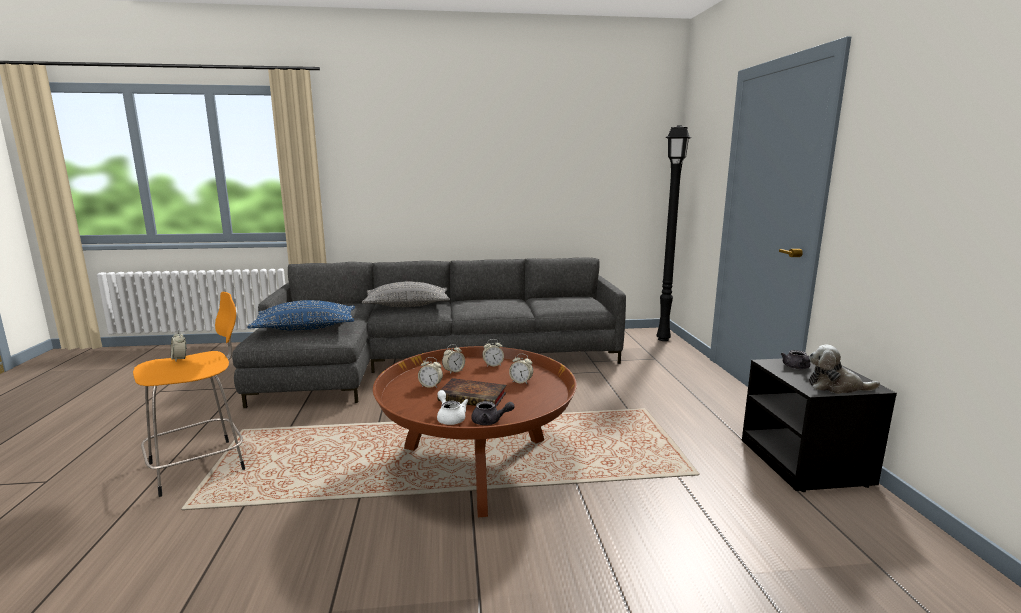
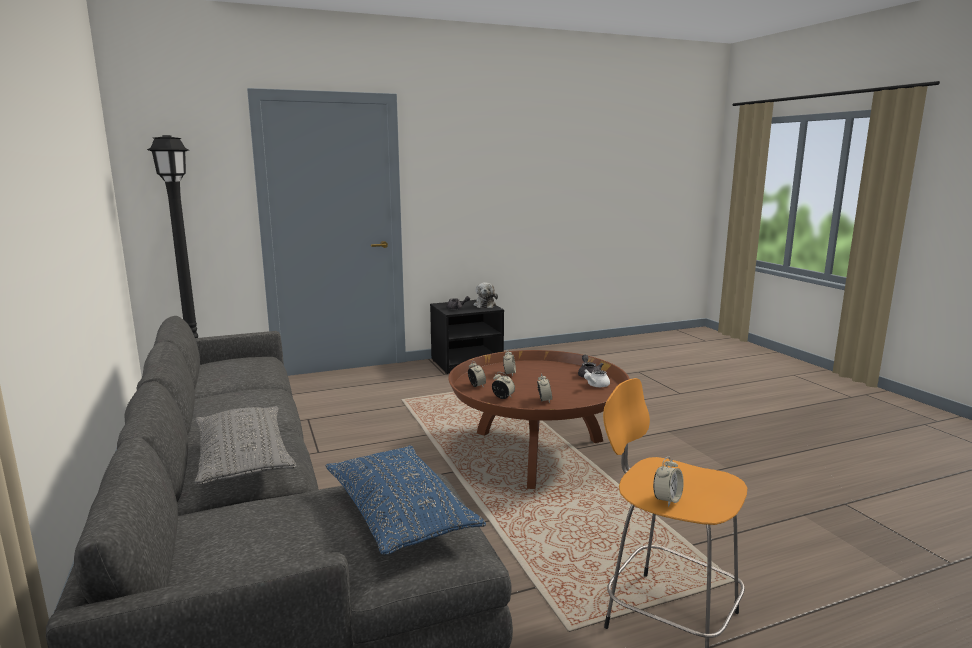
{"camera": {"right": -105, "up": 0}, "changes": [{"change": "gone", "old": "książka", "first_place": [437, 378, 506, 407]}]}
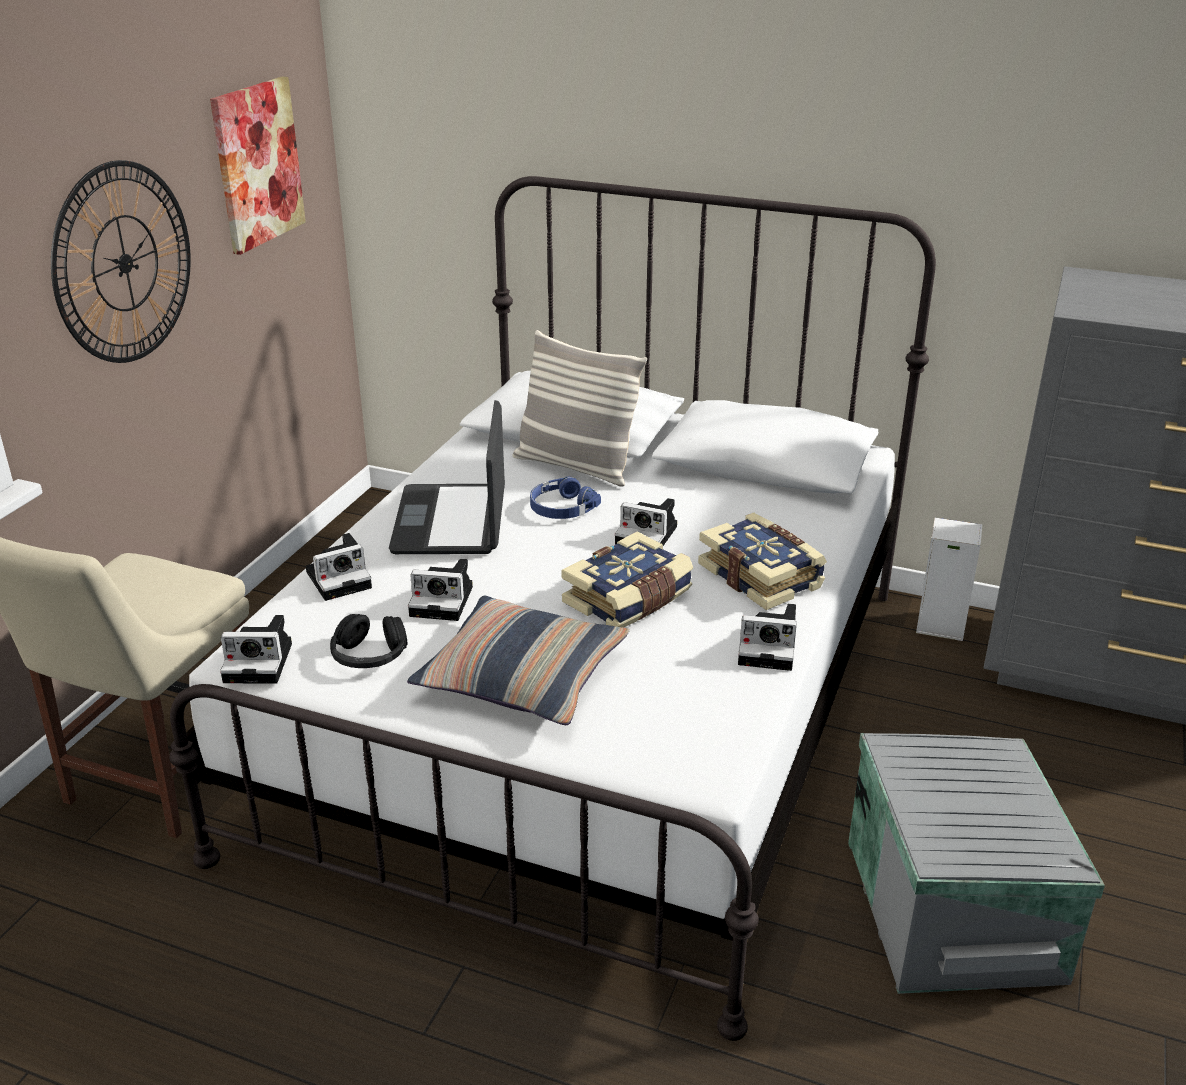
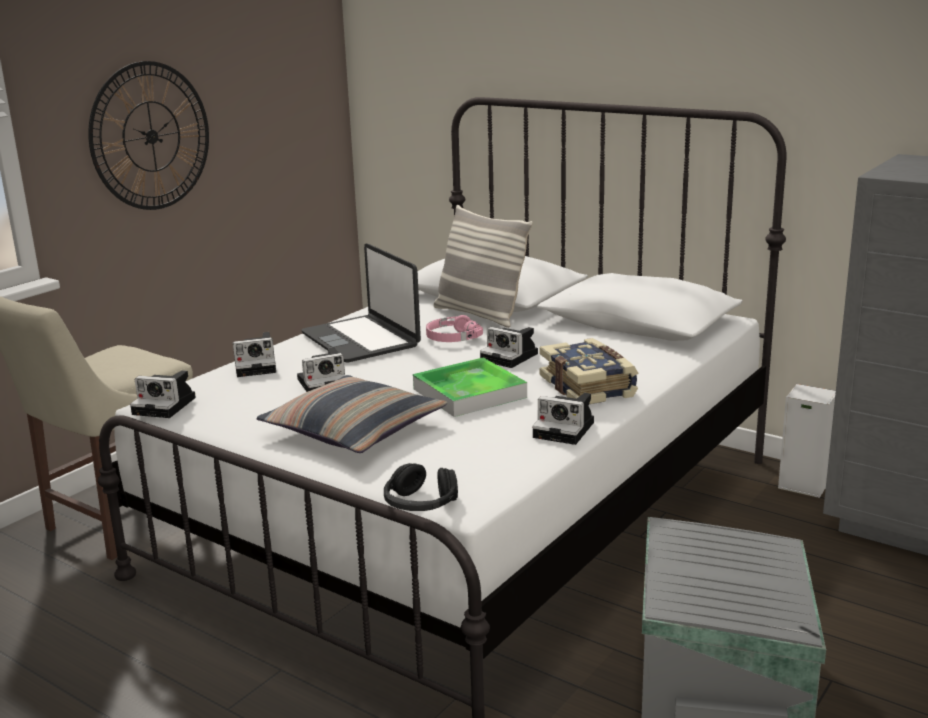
{"camera": {"right": 15, "up": -10}, "changes": [{"change": "gone", "old": "obraz", "first_place": [210, 77, 306, 255]}, {"change": "rotated", "old": "laptop", "first_place": [389, 400, 505, 554], "second_place": [302, 243, 421, 363], "degrees": -45}, {"change": "repainted", "old": "słuchawki/niebieski", "new": "słuchawki/różowy", "first_place": [530, 477, 601, 519], "second_place": [426, 315, 483, 342]}, {"change": "swapped", "old": "książka", "new": "taca", "first_place": [561, 532, 693, 628], "second_place": [413, 358, 527, 417]}, {"change": "rotated", "old": "aparat fotograficzny", "first_place": [408, 559, 473, 621], "second_place": [297, 347, 346, 392], "degrees": -45}, {"change": "shifted", "old": "słuchawki/czarny", "first_place": [330, 614, 407, 668], "second_place": [384, 463, 458, 511]}]}
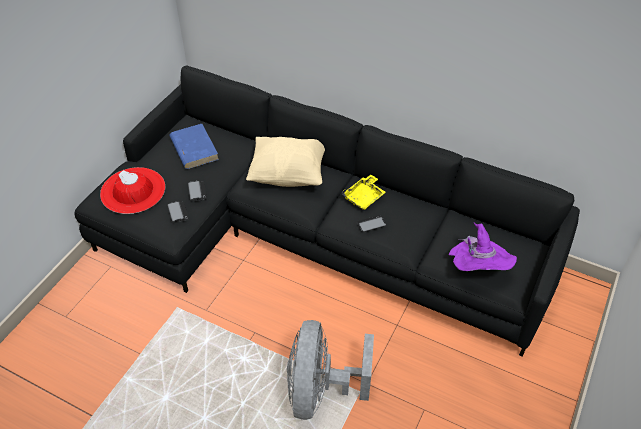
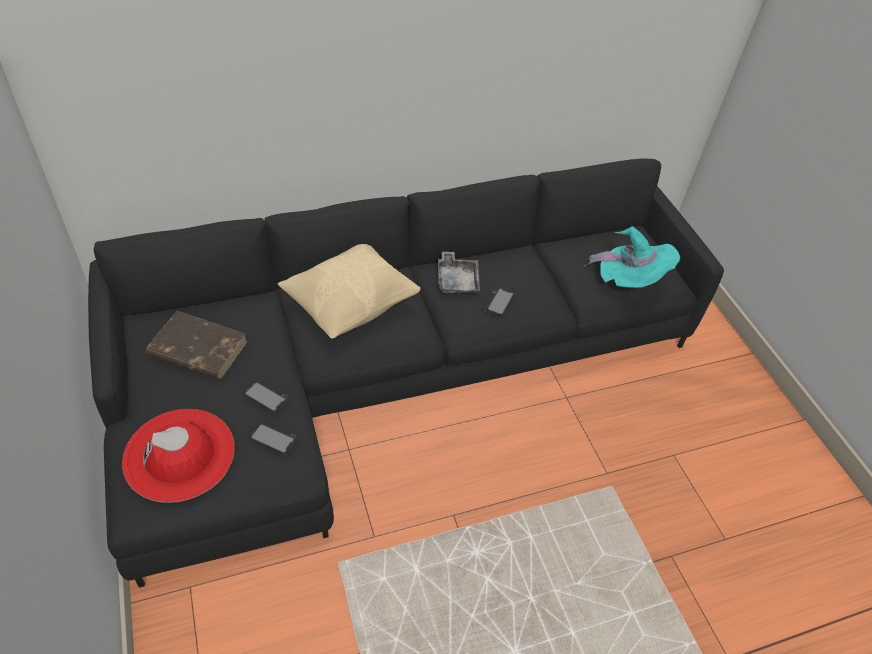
{"camera": {"right": -50, "up": 0}, "changes": [{"change": "repainted", "old": "książka/niebieski", "new": "książka/brązowy", "first_place": [170, 124, 219, 169], "second_place": [146, 311, 248, 379]}, {"change": "repainted", "old": "taca/żółty", "new": "taca/szary", "first_place": [342, 175, 386, 210], "second_place": [438, 252, 480, 294]}, {"change": "repainted", "old": "kapelusz/fioletowy", "new": "kapelusz/turkusowy", "first_place": [449, 223, 517, 271], "second_place": [584, 226, 680, 288]}, {"change": "gone", "old": "wentylator/szary", "first_place": [287, 320, 374, 420]}]}
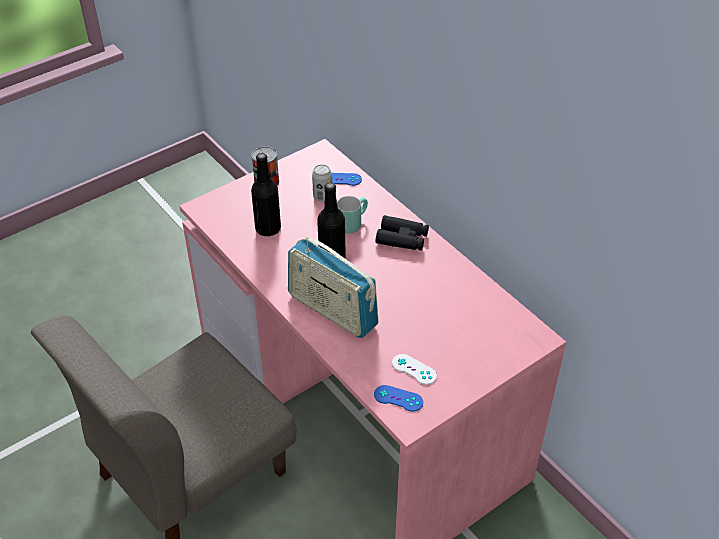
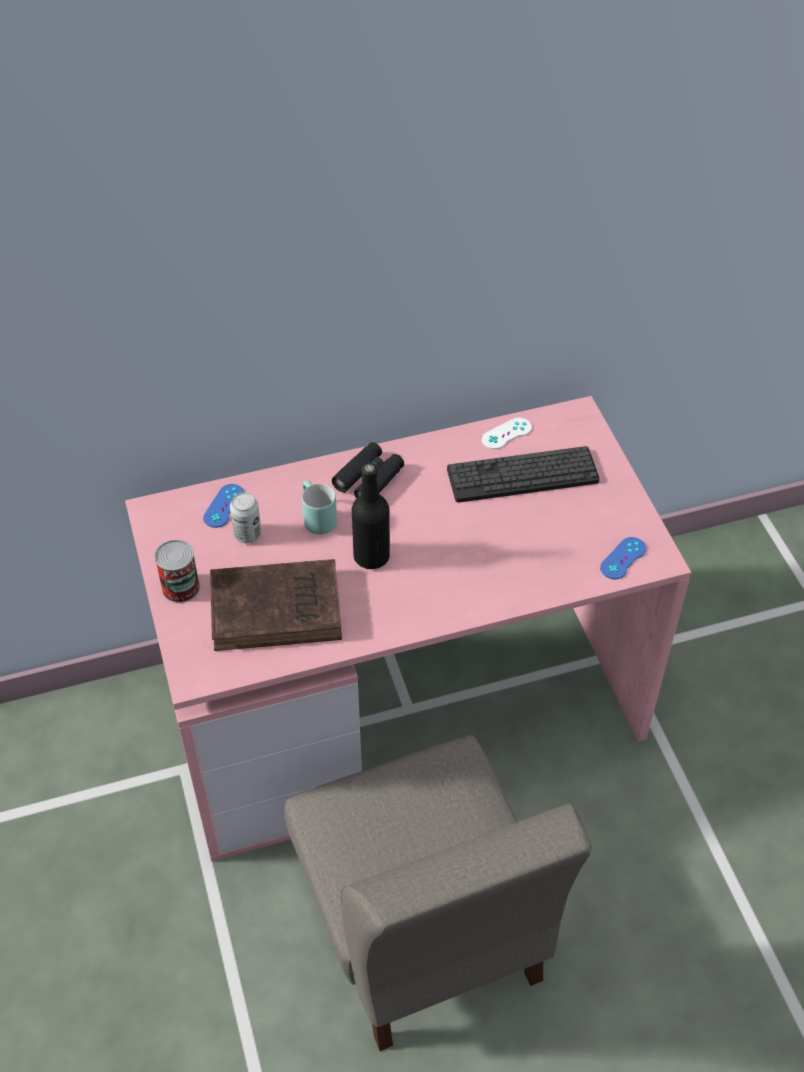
{"camera": {"right": -70, "up": 5}, "changes": [{"change": "swapped", "old": "butelka/czarny", "new": "książka/brązowy", "first_place": [251, 153, 281, 236], "second_place": [210, 559, 342, 651]}, {"change": "gone", "old": "radio", "first_place": [288, 237, 378, 338]}, {"change": "shifted", "old": "pad do gier/biały", "first_place": [392, 354, 437, 385], "second_place": [482, 418, 532, 449]}, {"change": "new", "new": "klawiatura", "second_place": [447, 446, 600, 503]}]}
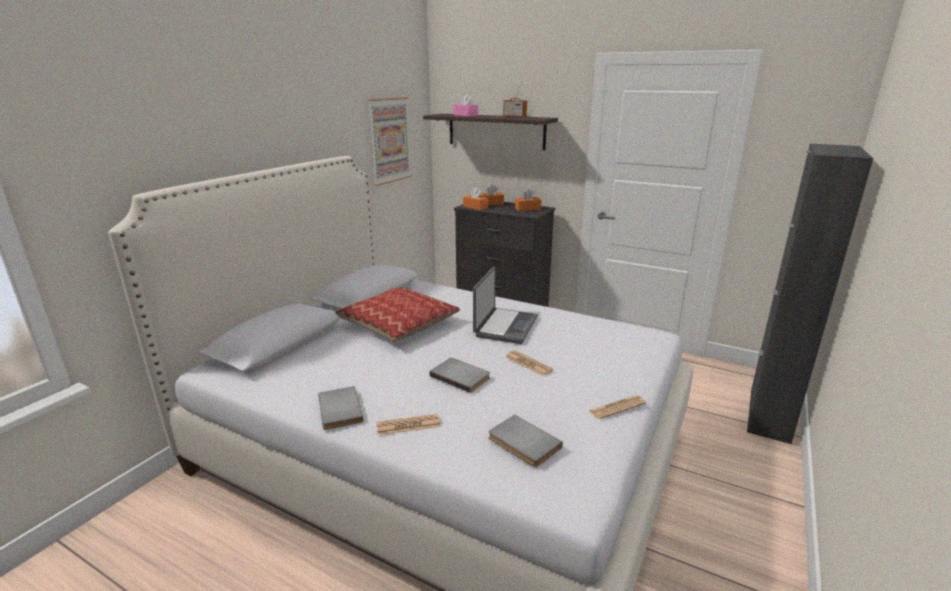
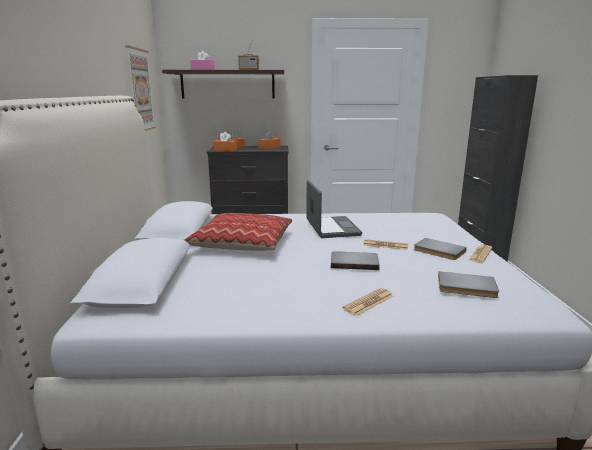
{"camera": {"right": -30, "up": -5}, "changes": [{"change": "shifted", "old": "książka/szary", "first_place": [318, 386, 363, 430], "second_place": [414, 238, 467, 260]}]}
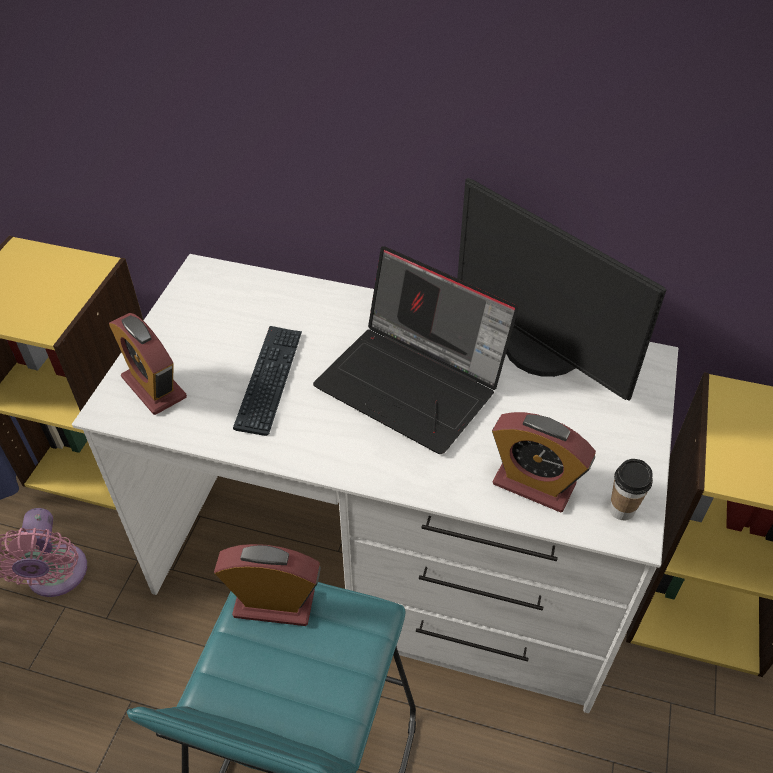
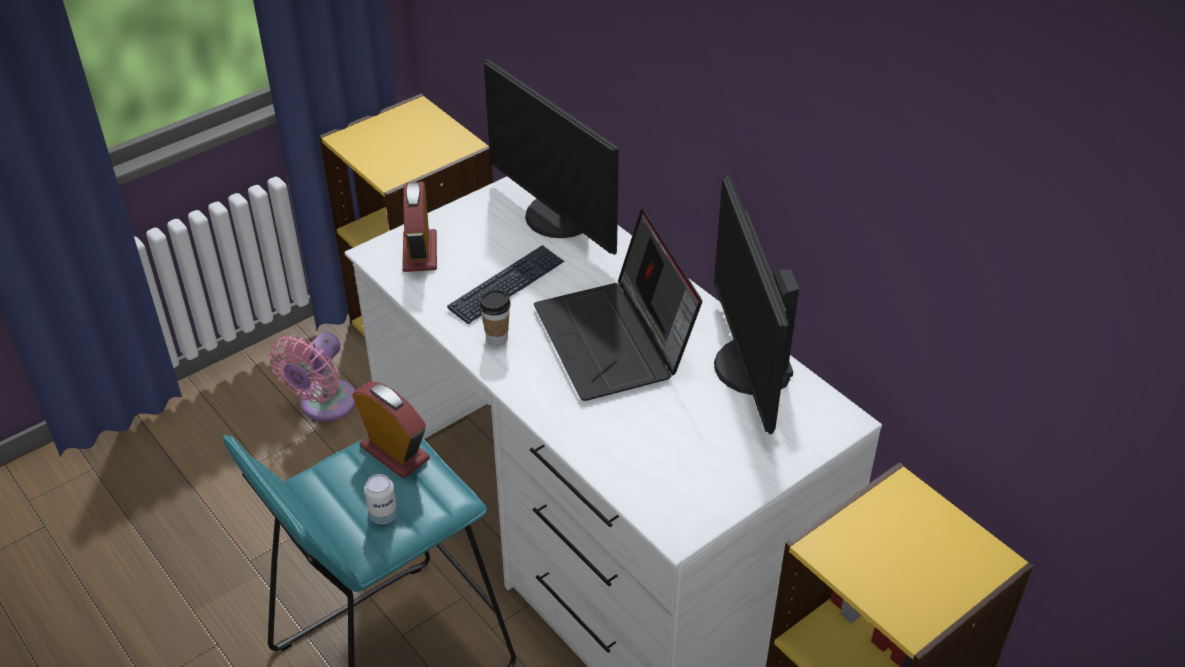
{"camera": {"right": 35, "up": -5}, "changes": [{"change": "gone", "old": "budzik", "first_place": [492, 412, 596, 512]}, {"change": "shifted", "old": "filiżanka", "first_place": [609, 459, 653, 520], "second_place": [479, 289, 510, 346]}, {"change": "new", "new": "monitor", "second_place": [484, 59, 619, 255]}, {"change": "new", "new": "puszka", "second_place": [364, 474, 398, 524]}]}
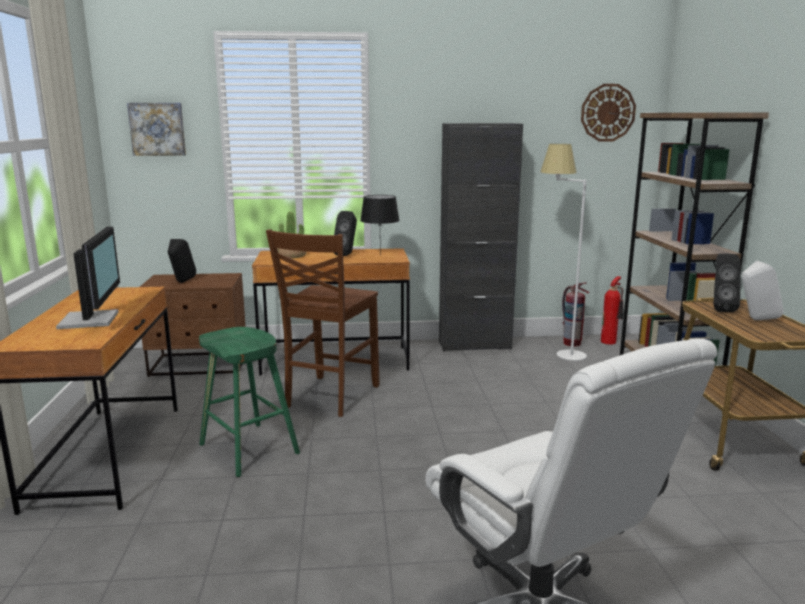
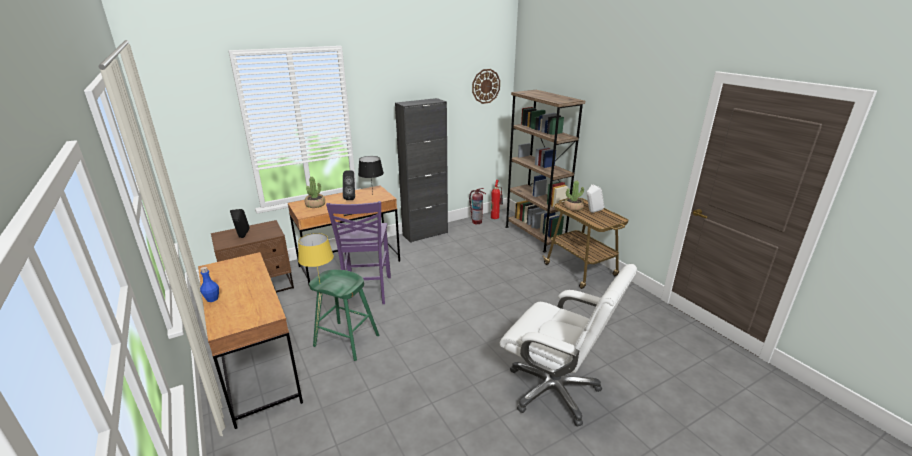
{"camera": {"right": -25, "up": 10}, "changes": [{"change": "gone", "old": "obraz", "first_place": [127, 103, 186, 156]}, {"change": "gone", "old": "lampa stojąca/biały", "first_place": [540, 144, 587, 361]}, {"change": "gone", "old": "monitor", "first_place": [56, 227, 120, 329]}, {"change": "repainted", "old": "krzesło/brązowy", "new": "krzesło/fioletowy", "first_place": [266, 229, 379, 417], "second_place": [326, 201, 391, 304]}, {"change": "swapped", "old": "głośnik/czarny", "new": "roślina doniczkowa", "first_place": [713, 254, 741, 312], "second_place": [564, 180, 584, 211]}, {"change": "new", "new": "lampa stołowa/żółty", "second_place": [298, 233, 334, 282]}, {"change": "new", "new": "butelka/niebieski", "second_place": [200, 267, 219, 302]}]}
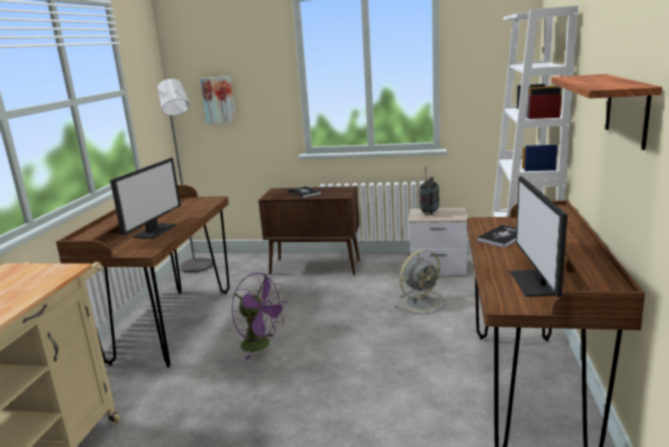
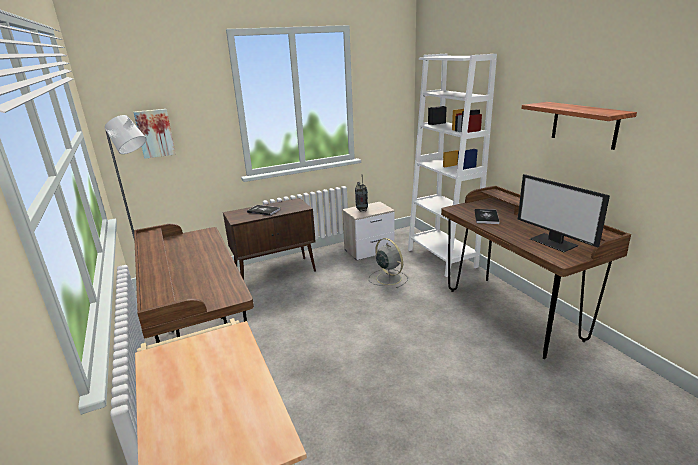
{"camera": {"right": -35, "up": 5}, "changes": [{"change": "gone", "old": "monitor", "first_place": [110, 158, 181, 239]}, {"change": "rotated", "old": "wentylator/szary", "first_place": [395, 249, 447, 314], "second_place": [369, 238, 408, 288], "degrees": -60}, {"change": "gone", "old": "wentylator/fioletowy", "first_place": [232, 273, 288, 359]}]}
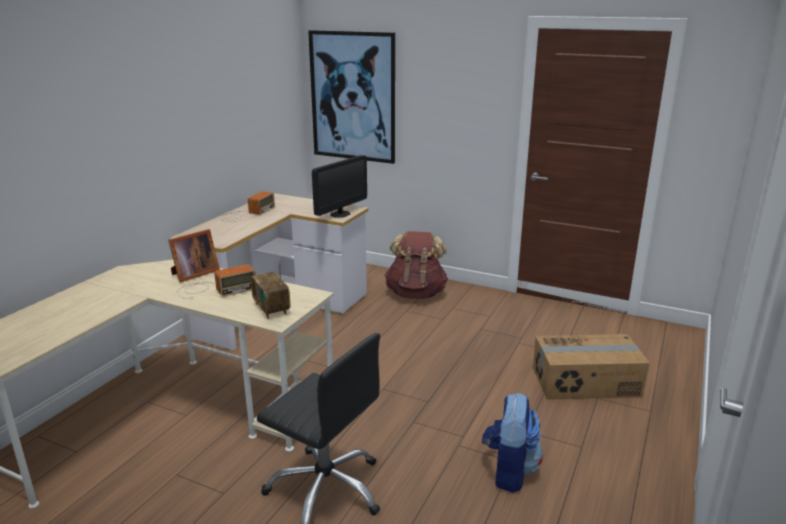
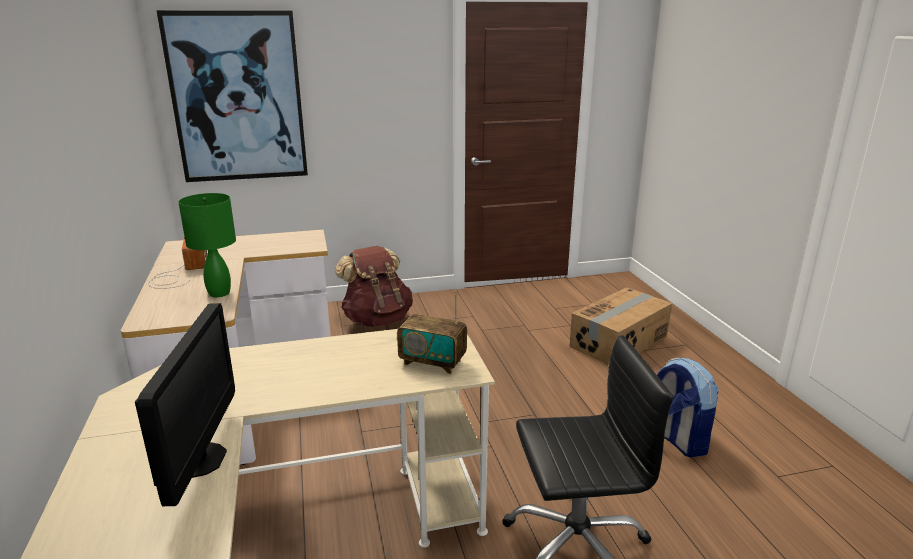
{"camera": {"right": -40, "up": 0}, "changes": [{"change": "shifted", "old": "monitor", "first_place": [312, 155, 367, 218], "second_place": [135, 303, 235, 506]}, {"change": "gone", "old": "ramka na zdjęcie", "first_place": [168, 229, 220, 282]}, {"change": "gone", "old": "radio", "first_place": [177, 264, 256, 299]}, {"change": "new", "new": "lampa stołowa/zielony", "second_place": [178, 193, 236, 297]}]}
